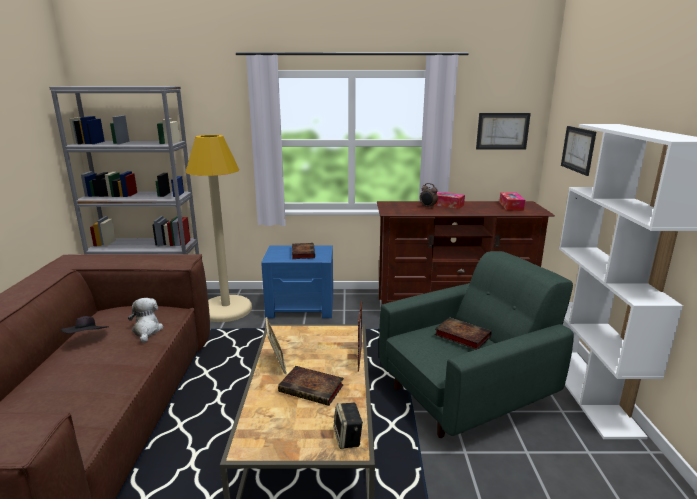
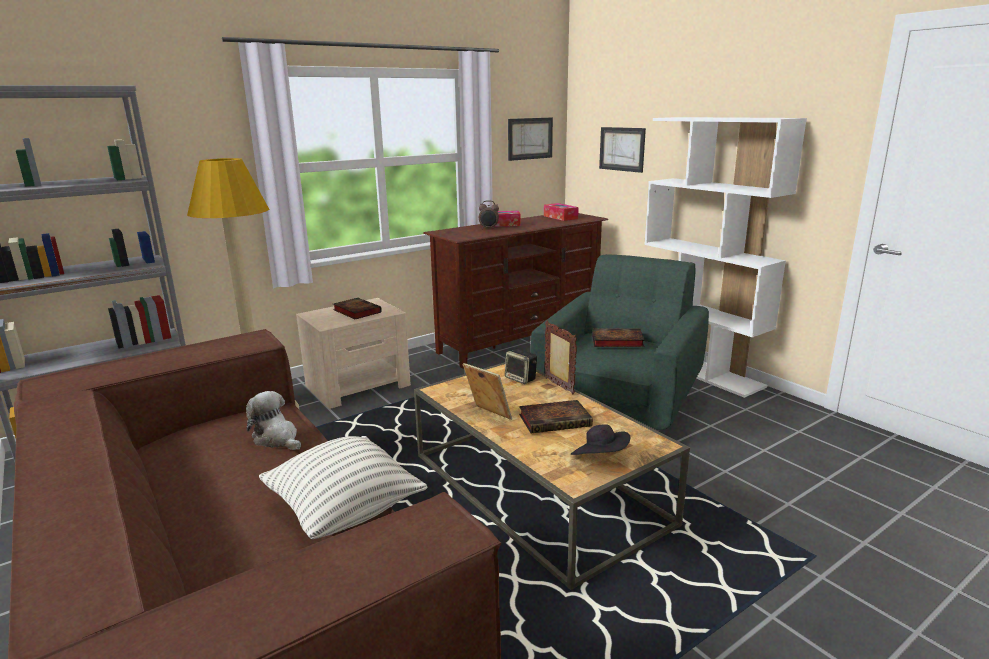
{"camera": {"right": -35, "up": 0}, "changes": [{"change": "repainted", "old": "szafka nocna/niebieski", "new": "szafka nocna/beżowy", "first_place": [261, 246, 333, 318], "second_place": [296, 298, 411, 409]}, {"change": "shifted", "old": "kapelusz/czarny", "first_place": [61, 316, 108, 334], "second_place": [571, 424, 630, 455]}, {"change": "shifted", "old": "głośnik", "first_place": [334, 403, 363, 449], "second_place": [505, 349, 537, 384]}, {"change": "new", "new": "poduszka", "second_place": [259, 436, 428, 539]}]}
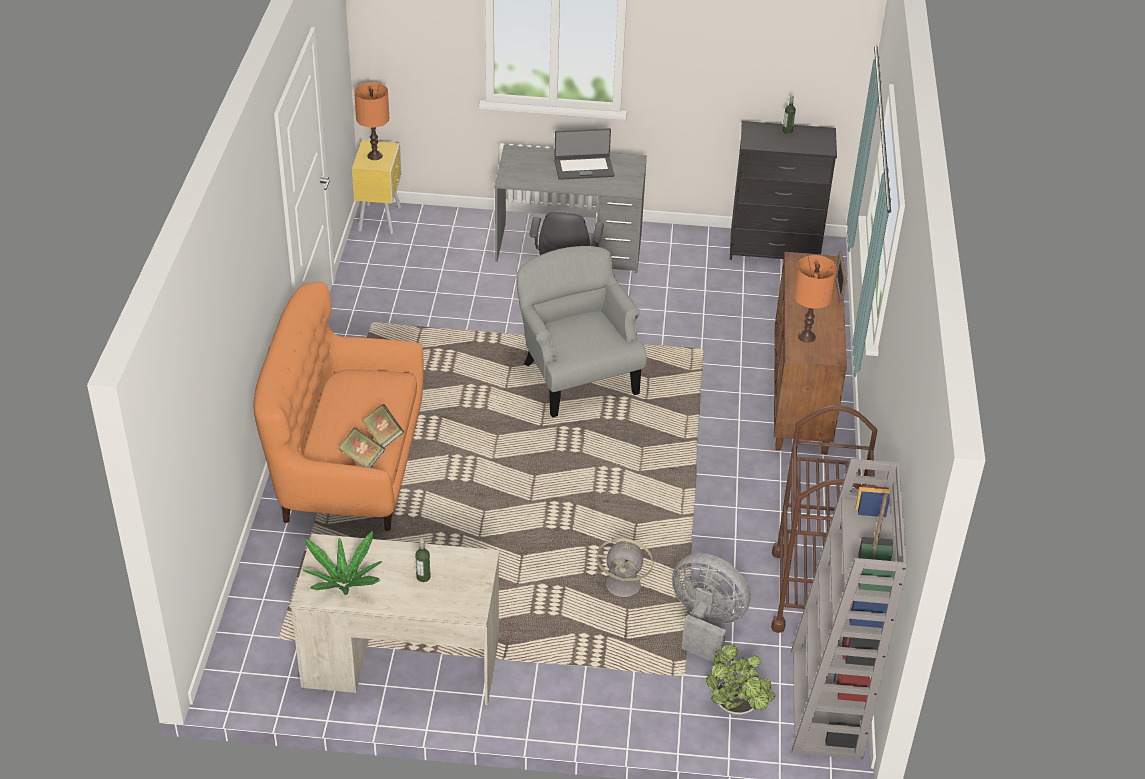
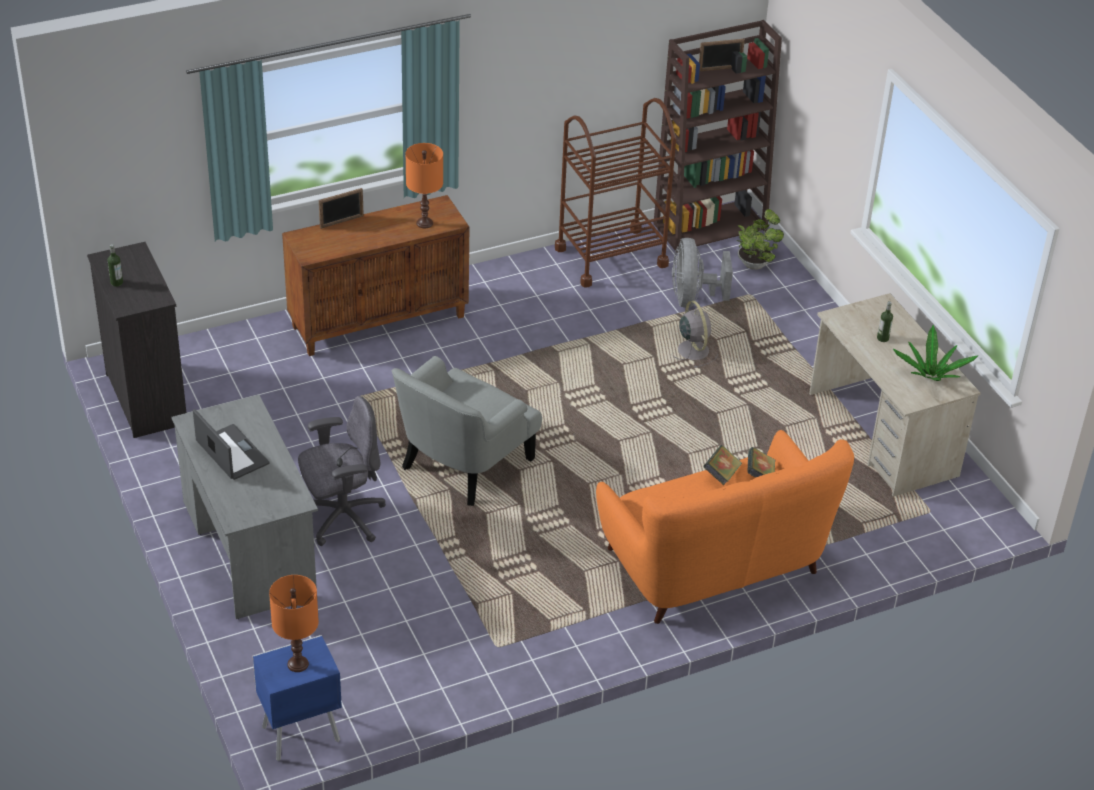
{"camera": {"right": -120, "up": 0}, "changes": [{"change": "repainted", "old": "szafka nocna/żółty", "new": "szafka nocna/niebieski", "first_place": [352, 140, 401, 234], "second_place": [253, 635, 342, 761]}, {"change": "repainted", "old": "regał/szary", "new": "regał/brązowy", "first_place": [791, 459, 908, 760], "second_place": [653, 20, 782, 252]}]}
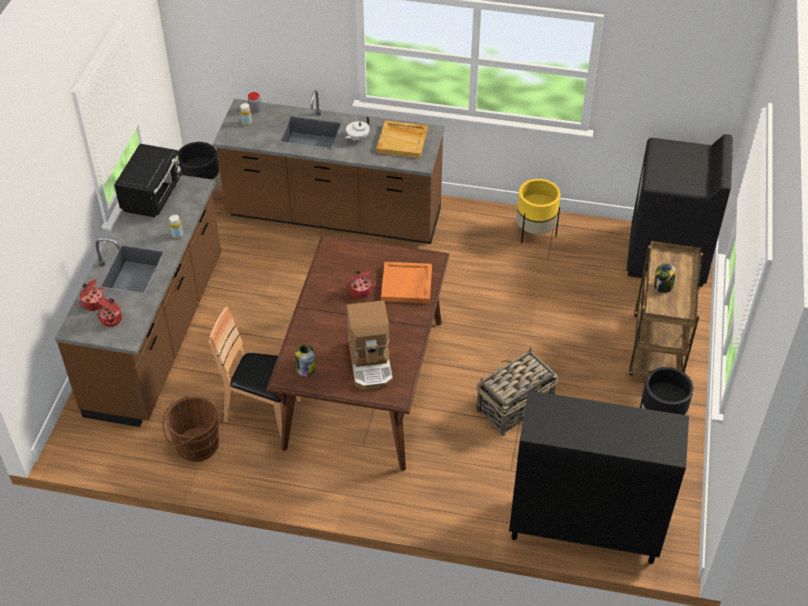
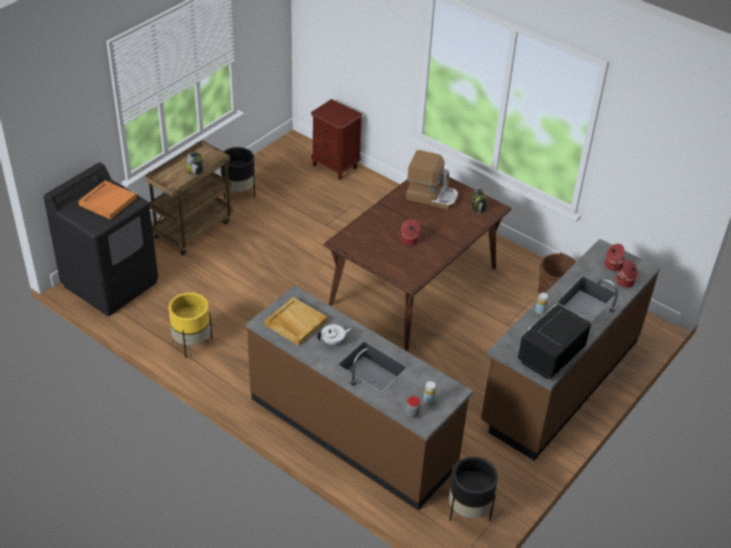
{"camera": {"right": -155, "up": -5}, "changes": [{"change": "shifted", "old": "taca/pomarańczowy", "first_place": [381, 262, 432, 304], "second_place": [78, 180, 137, 220]}, {"change": "rotated", "old": "ekspres do kawy", "first_place": [347, 301, 393, 390], "second_place": [406, 150, 458, 210], "degrees": 90}, {"change": "gone", "old": "krzesło/brązowy", "first_place": [209, 307, 302, 439]}, {"change": "gone", "old": "koszyk", "first_place": [476, 348, 558, 436]}, {"change": "swapped", "old": "szafka/czarny", "new": "szafka nocna/brązowy", "first_place": [509, 390, 689, 564], "second_place": [311, 99, 363, 180]}]}
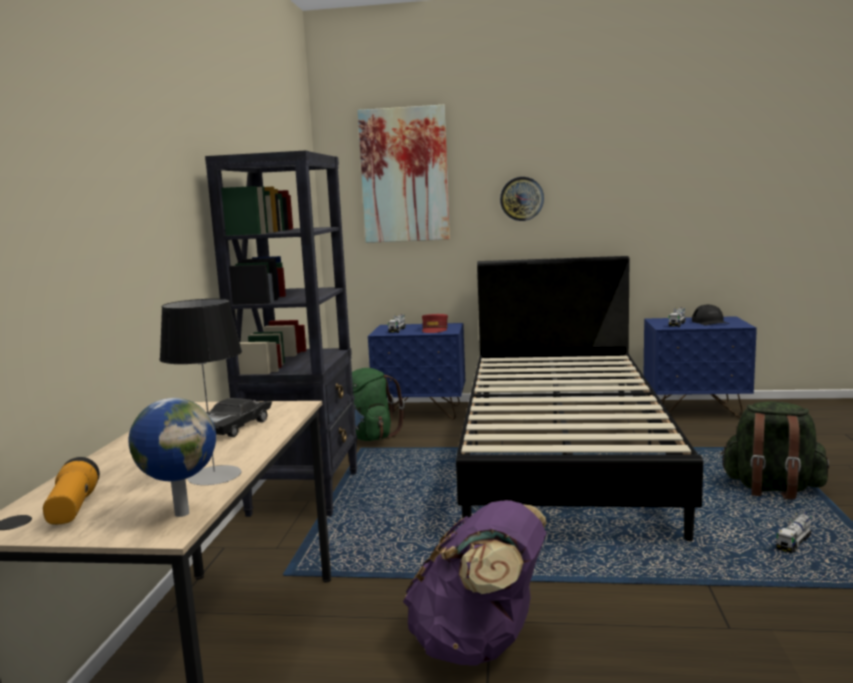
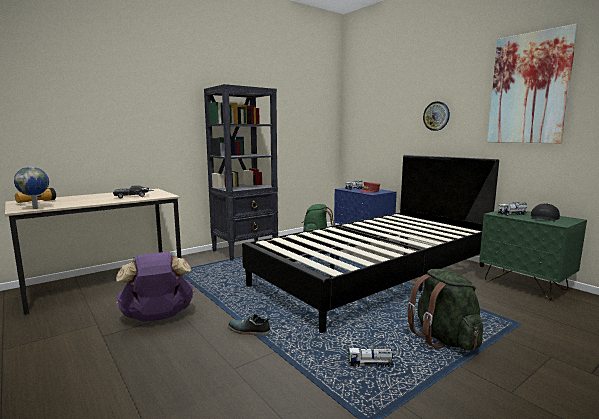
{"camera": {"right": 45, "up": 0}, "changes": [{"change": "shifted", "old": "obraz", "first_place": [358, 104, 450, 243], "second_place": [487, 24, 578, 143]}, {"change": "gone", "old": "lampa stołowa", "first_place": [159, 298, 242, 485]}, {"change": "repainted", "old": "szafka nocna/niebieski", "new": "szafka nocna/zielony", "first_place": [644, 316, 757, 417], "second_place": [479, 211, 587, 300]}, {"change": "new", "new": "but", "second_place": [228, 314, 270, 335]}]}
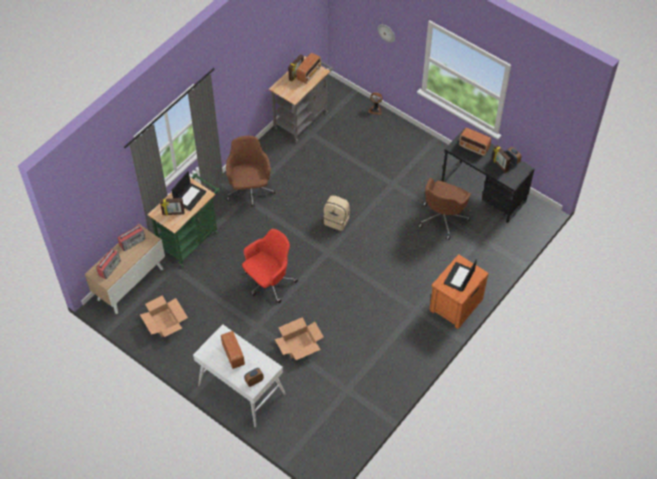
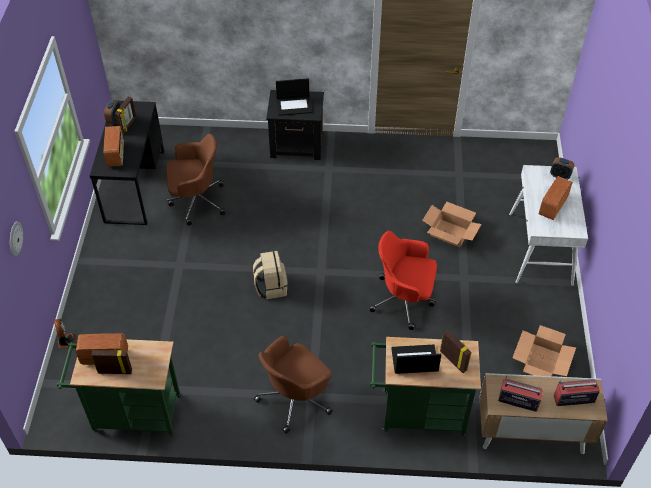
{"camera": {"right": -125, "up": -5}, "changes": [{"change": "repainted", "old": "wózek/szary", "new": "wózek/zielony", "first_place": [269, 56, 334, 142], "second_place": [57, 339, 181, 436]}, {"change": "repainted", "old": "szafka nocna/pomarańczowy", "new": "szafka nocna/czarny", "first_place": [429, 254, 489, 329], "second_place": [266, 90, 324, 160]}]}
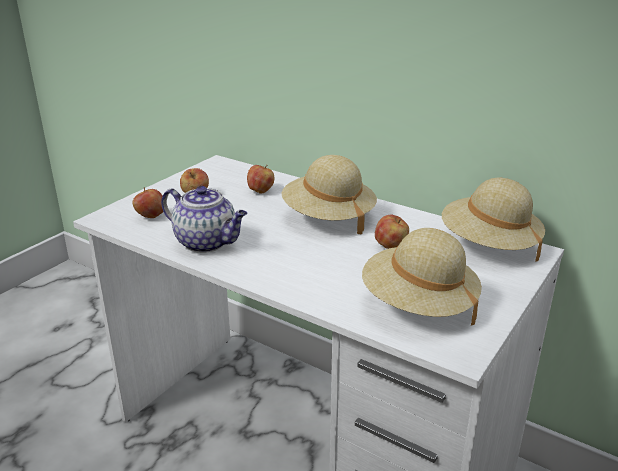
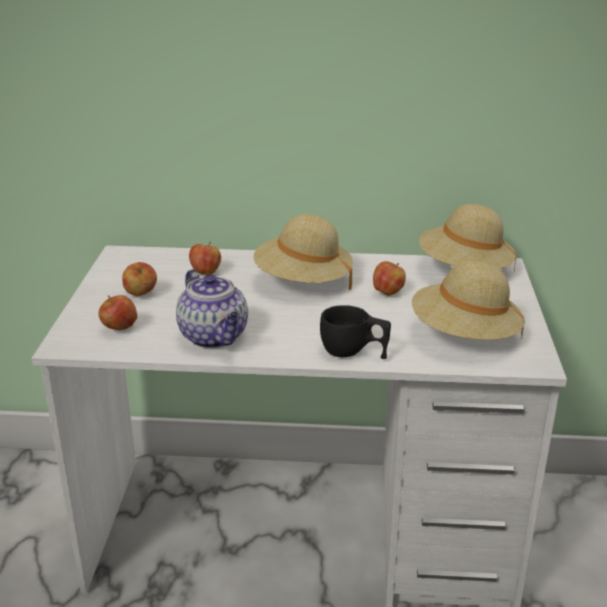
{"camera": {"right": -30, "up": 0}, "changes": [{"change": "rotated", "old": "imbryk", "first_place": [161, 186, 247, 253], "second_place": [176, 269, 248, 348], "degrees": 60}, {"change": "new", "new": "filiżanka/czarny", "second_place": [320, 305, 391, 359]}]}
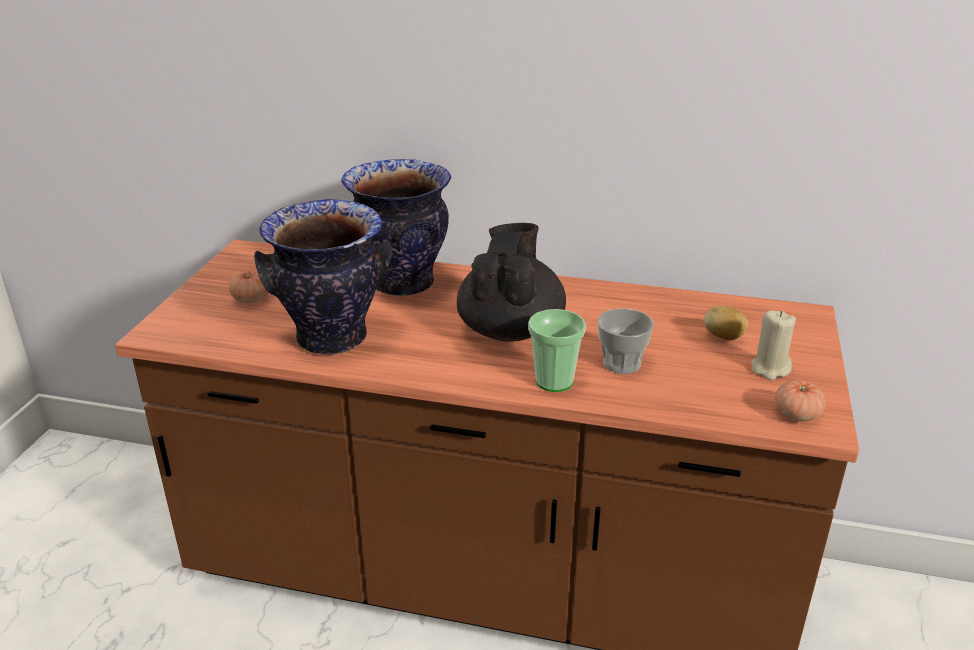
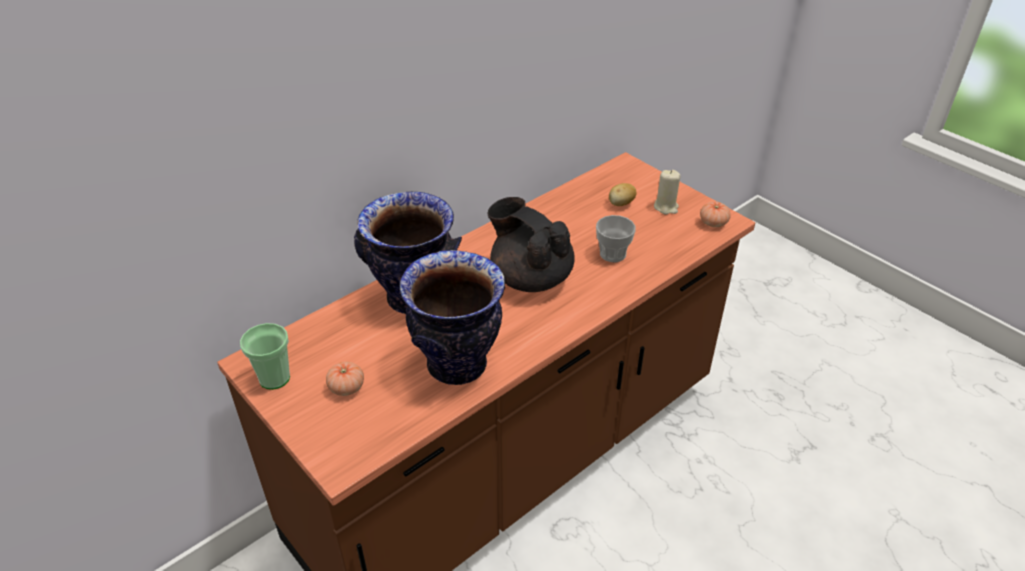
{"camera": {"right": -55, "up": 10}, "changes": [{"change": "shifted", "old": "filiżanka", "first_place": [528, 309, 586, 392], "second_place": [240, 323, 290, 390]}]}
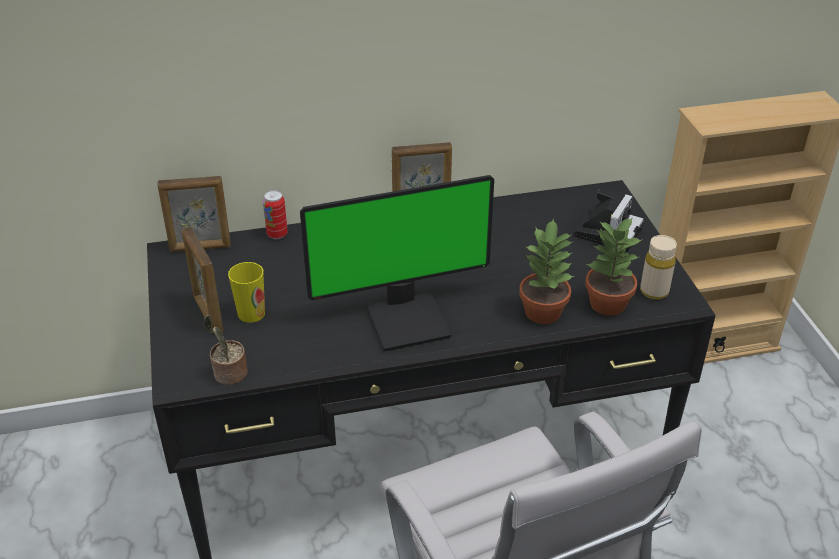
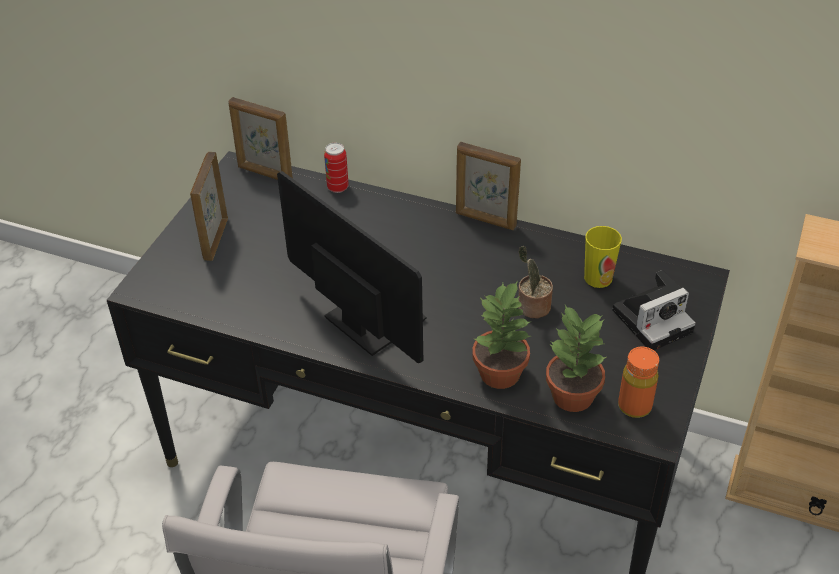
{"camera": {"right": 35, "up": 5}, "changes": [{"change": "rotated", "old": "monitor", "first_place": [300, 175, 494, 351], "second_place": [277, 171, 427, 363], "degrees": -150}, {"change": "repainted", "old": "butelka/beżowy", "new": "butelka/pomarańczowy", "first_place": [640, 235, 677, 300], "second_place": [618, 347, 659, 418]}, {"change": "shifted", "old": "filiżanka", "first_place": [228, 262, 265, 323], "second_place": [584, 226, 622, 288]}, {"change": "shifted", "old": "roślina doniczkowa", "first_place": [203, 315, 247, 385], "second_place": [518, 246, 553, 319]}]}
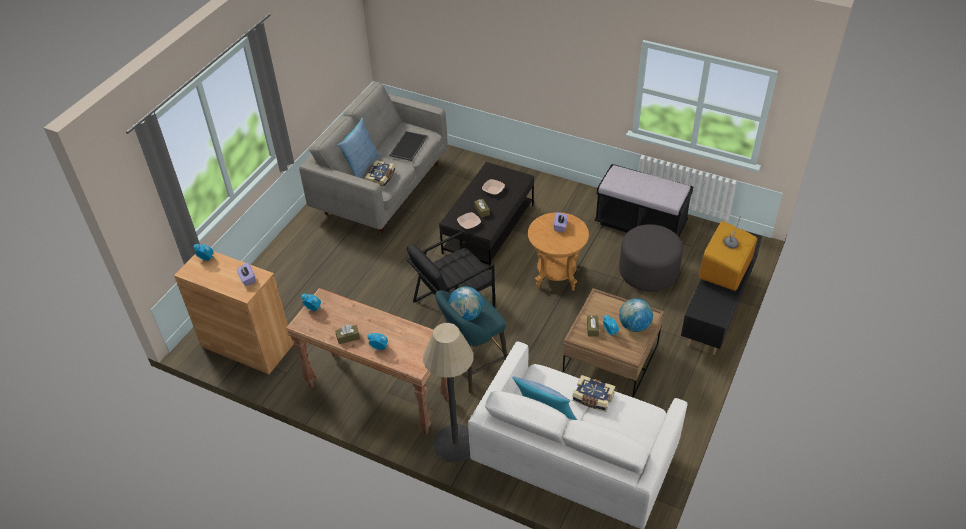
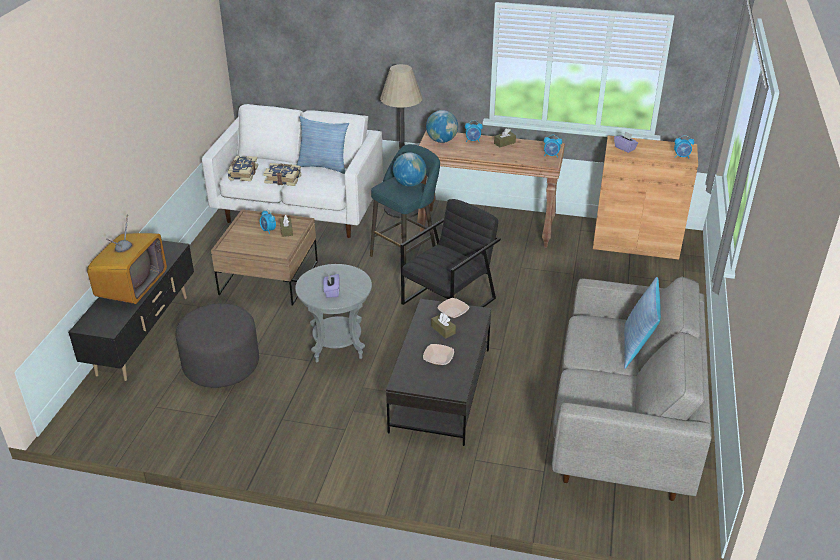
{"camera": {"right": 165, "up": -10}, "changes": [{"change": "gone", "old": "taca", "first_place": [389, 131, 428, 161]}, {"change": "shifted", "old": "książka", "first_place": [365, 160, 395, 189], "second_place": [227, 156, 258, 181]}, {"change": "gone", "old": "ławka/czarny", "first_place": [594, 164, 693, 237]}, {"change": "repainted", "old": "stolik/brązowy", "new": "stolik/szary", "first_place": [528, 212, 589, 291], "second_place": [295, 264, 372, 362]}, {"change": "shifted", "old": "globus", "first_place": [619, 298, 653, 332], "second_place": [426, 110, 458, 143]}]}
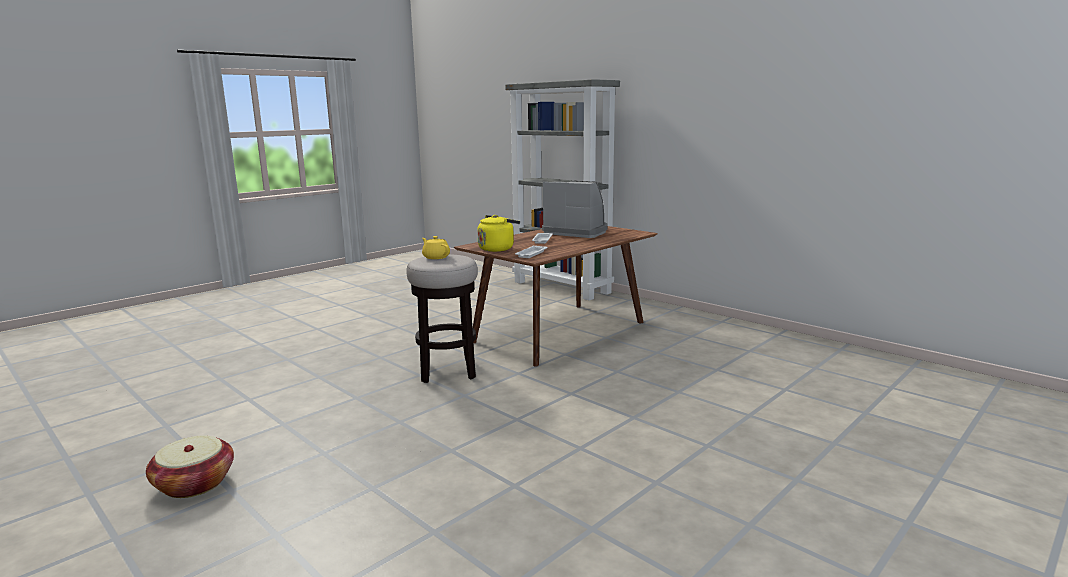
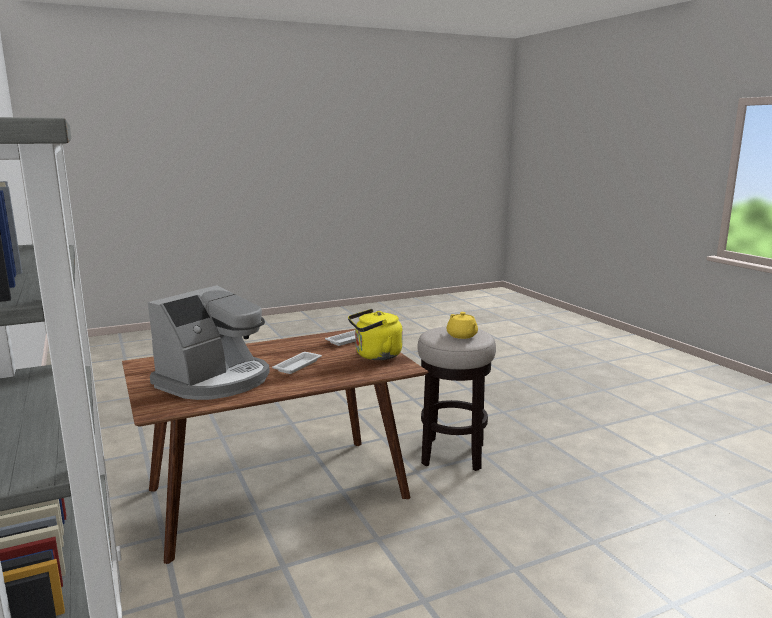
{"camera": {"right": -160, "up": 0}, "changes": [{"change": "rotated", "old": "ekspres do kawy", "first_place": [542, 181, 608, 238], "second_place": [148, 285, 270, 400], "degrees": -105}, {"change": "gone", "old": "koszyk", "first_place": [146, 435, 234, 498]}]}
